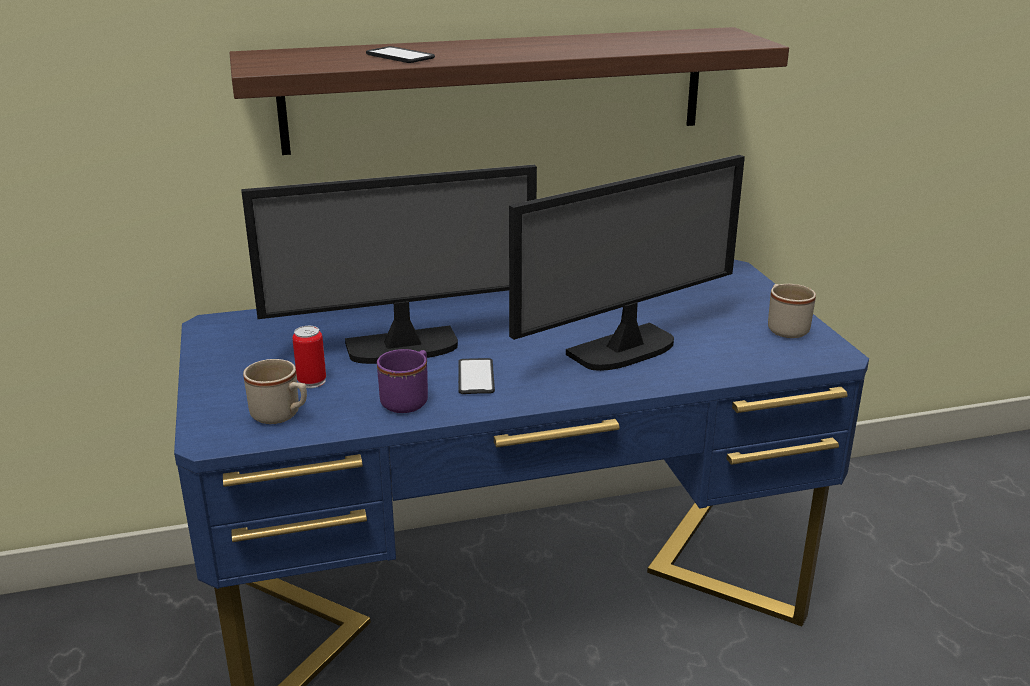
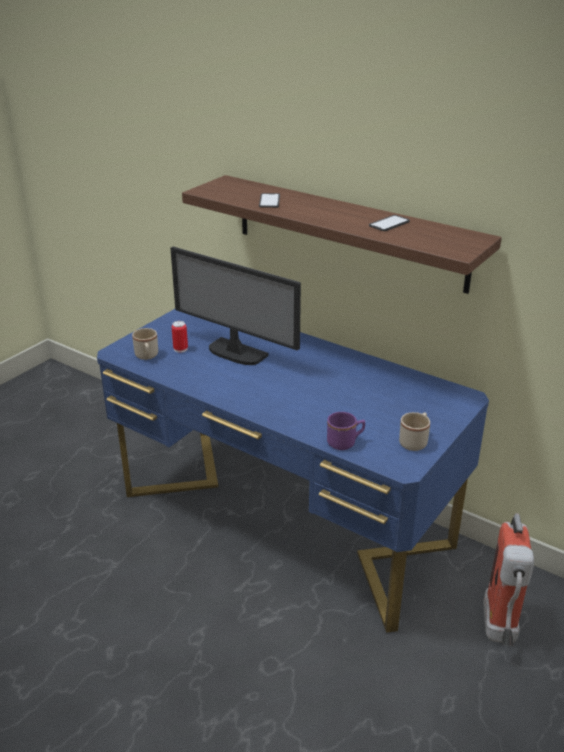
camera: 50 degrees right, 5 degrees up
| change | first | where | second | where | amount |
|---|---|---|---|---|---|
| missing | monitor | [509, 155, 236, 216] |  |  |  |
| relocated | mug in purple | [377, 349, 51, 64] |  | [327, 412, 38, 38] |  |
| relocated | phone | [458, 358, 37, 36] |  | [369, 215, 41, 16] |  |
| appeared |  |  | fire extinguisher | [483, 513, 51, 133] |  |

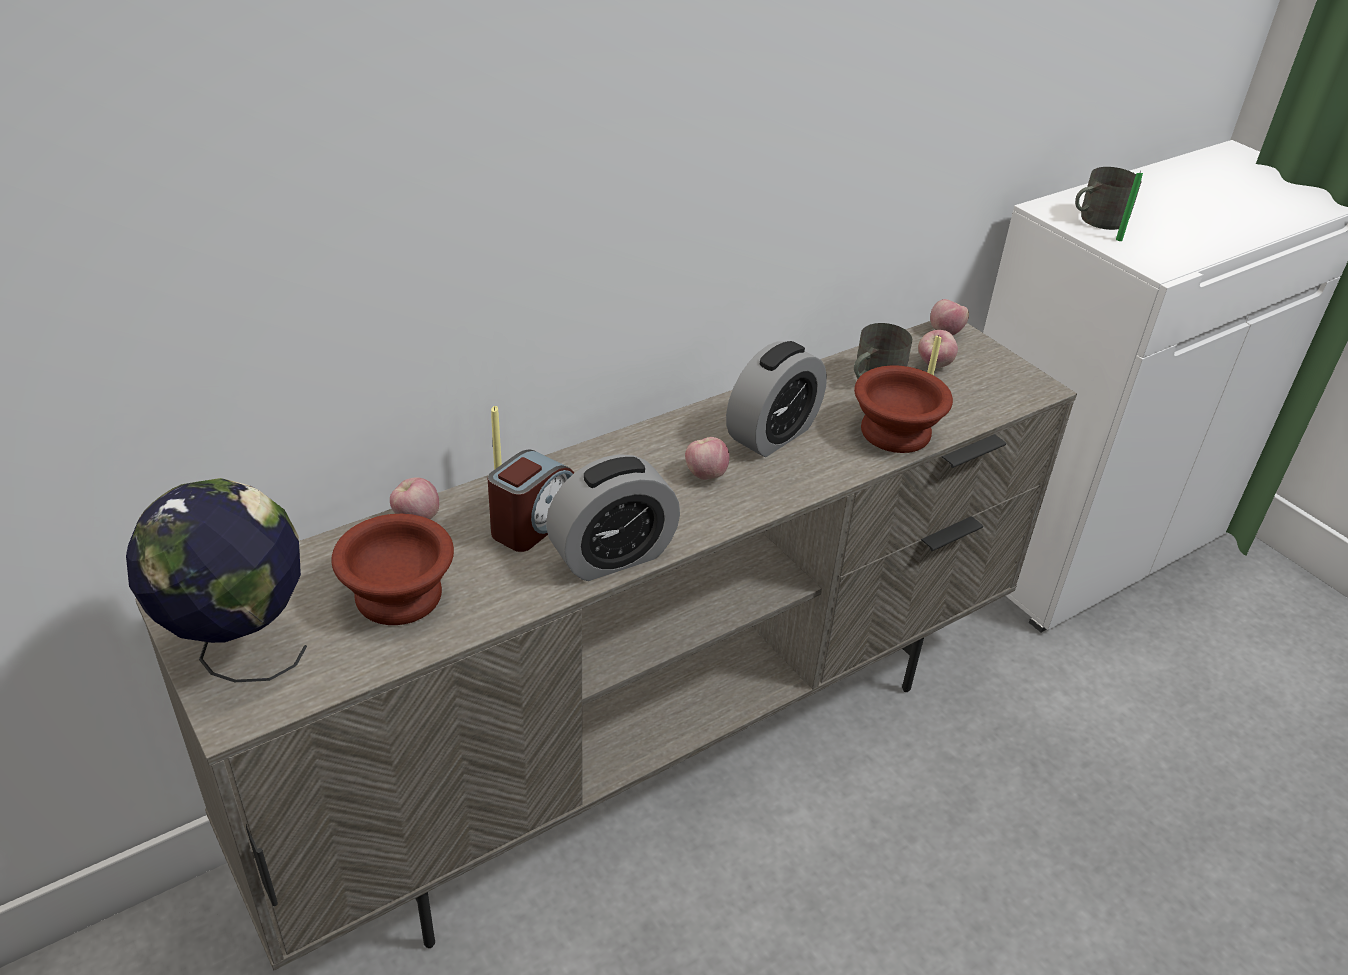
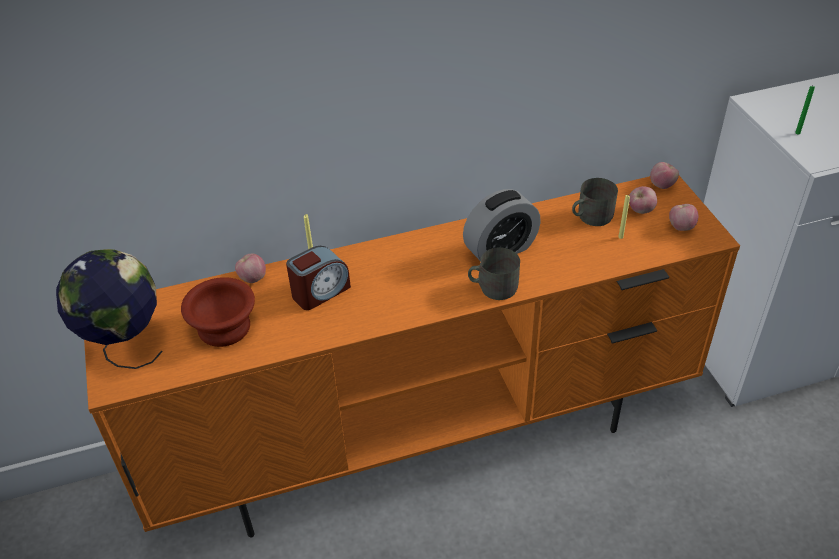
camera: 20 degrees right, 5 degrees up
| change | first | where | second | where | amount |
|---|---|---|---|---|---|
| relocated | mug in grey | [1075, 167, 67, 63] |  | [468, 247, 52, 53] |  |
| colour | tv stand in beige | [135, 321, 942, 649] | tv stand in orange | [84, 176, 656, 362] |  |
| missing | bowl in brown | [854, 365, 99, 88] |  |  |  |
| relocated | apple | [685, 437, 44, 43] |  | [669, 204, 29, 27] |  |
| missing | alarm clock | [546, 454, 134, 127] |  |  |  |

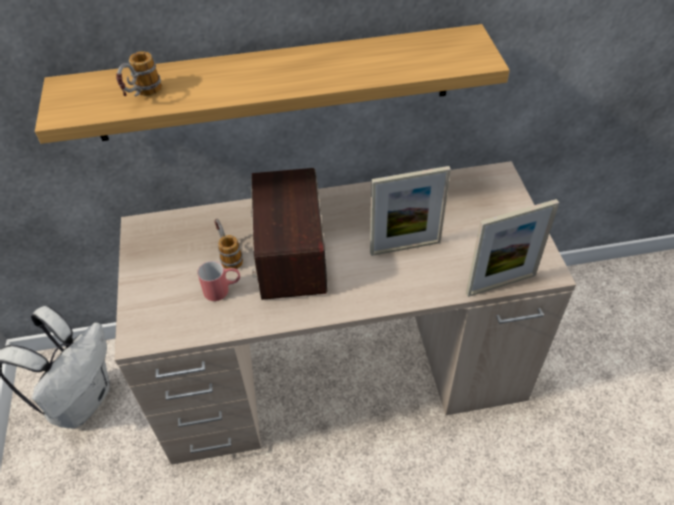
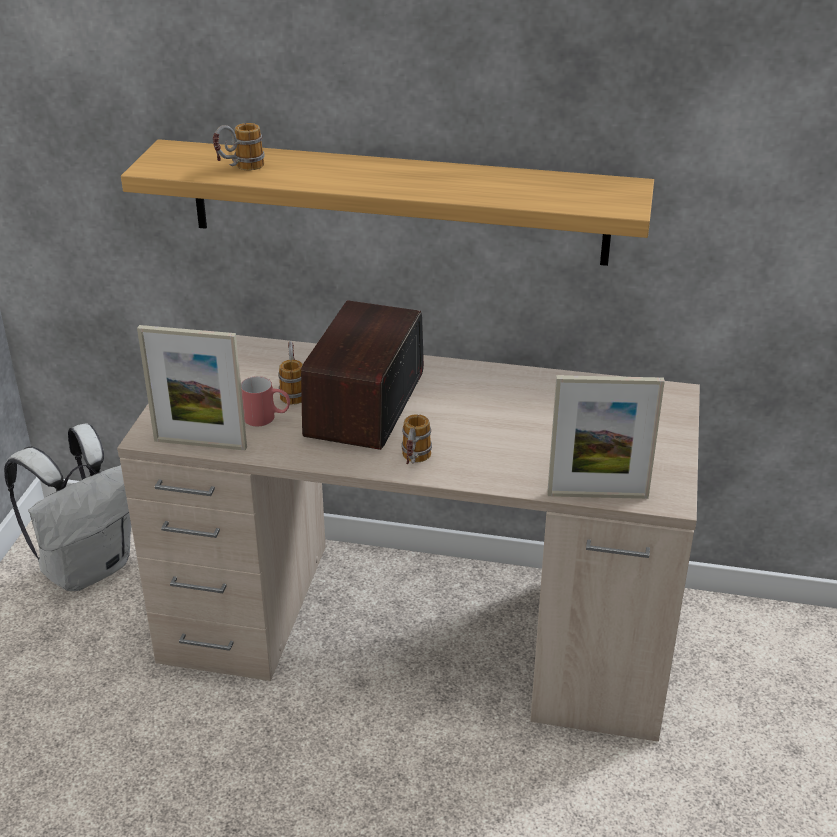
camera: 20 degrees right, 15 degrees down
| change | first | where | second | where | amount |
|---|---|---|---|---|---|
| relocated | picture frame | [370, 166, 81, 90] |  | [137, 325, 110, 125] |  |
| appeared |  |  | mug | [401, 414, 31, 50] |  |

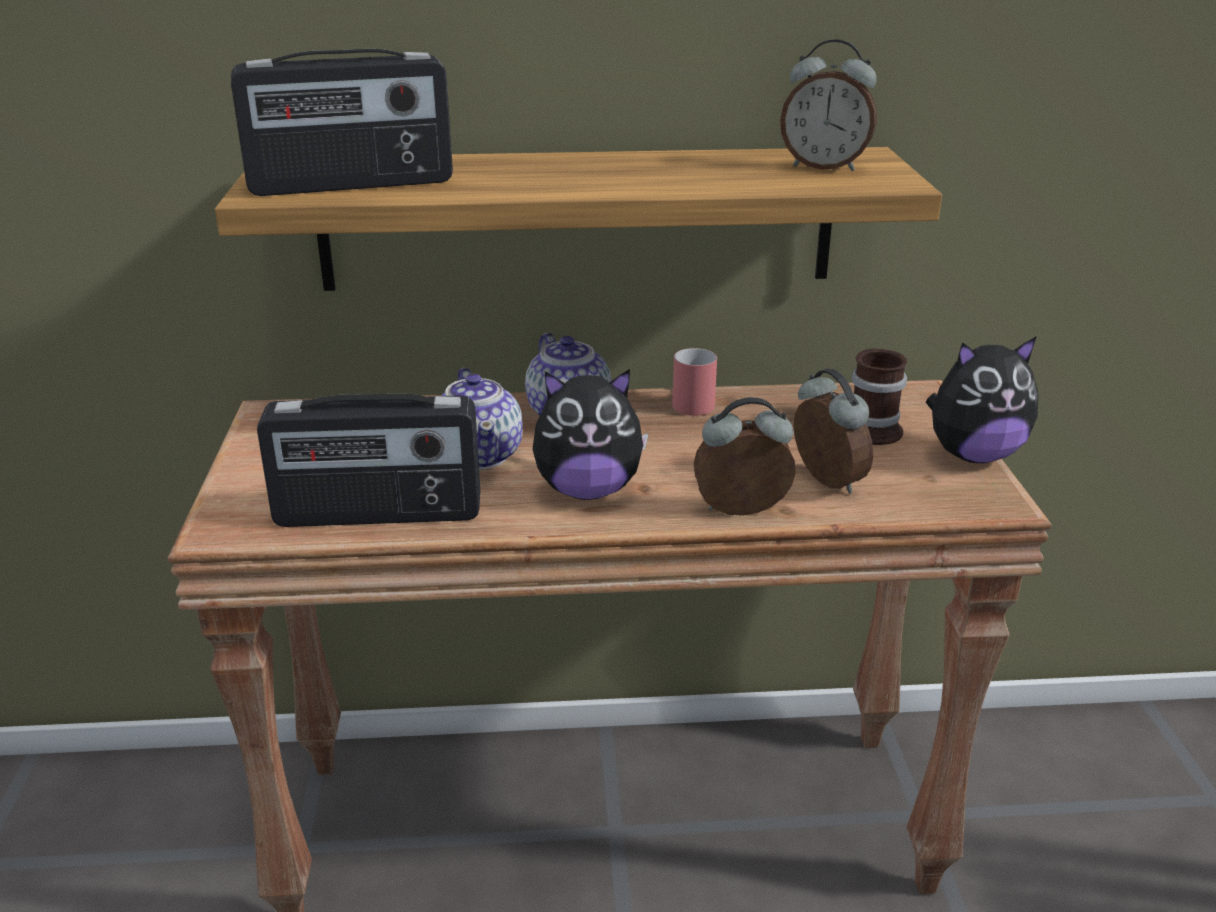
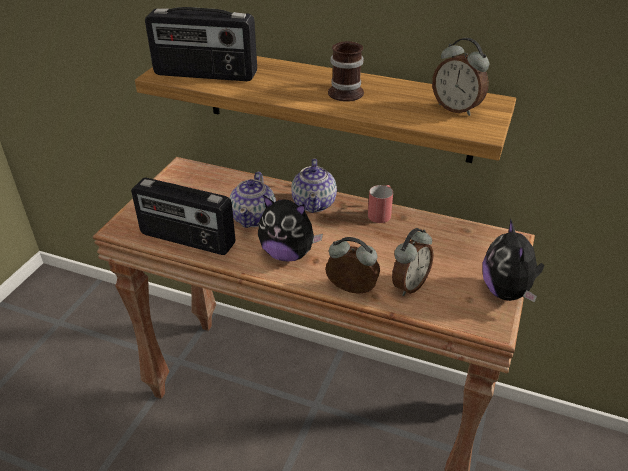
camera: 25 degrees right, 10 degrees up
| change | first | where | second | where | amount |
|---|---|---|---|---|---|
| spun | plush toy | [926, 336, 112, 127] |  | [483, 219, 61, 83] | 75 degrees clockwise |
| relocated | mug | [852, 349, 55, 96] |  | [328, 41, 36, 61] |  |
| spun | alarm clock | [793, 368, 80, 126] |  | [392, 228, 42, 68] | 45 degrees clockwise |

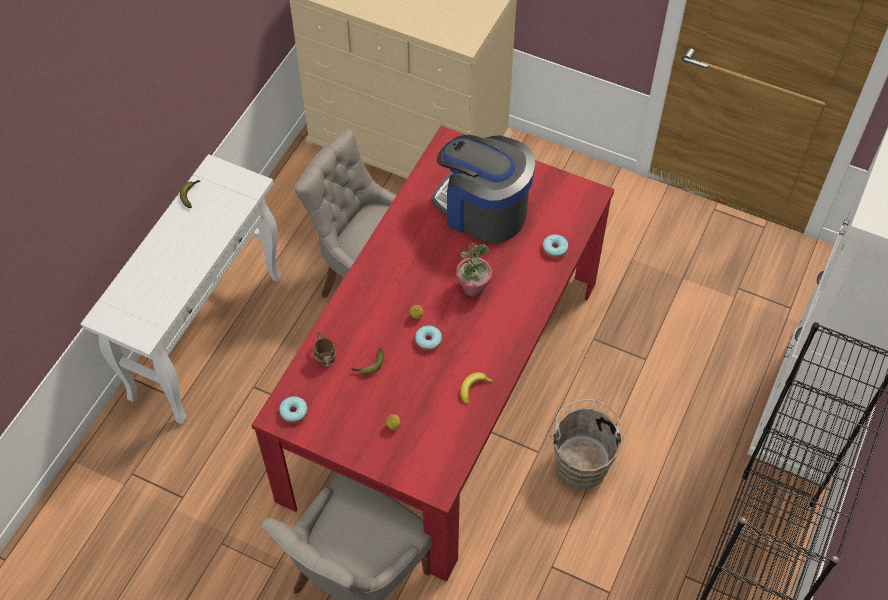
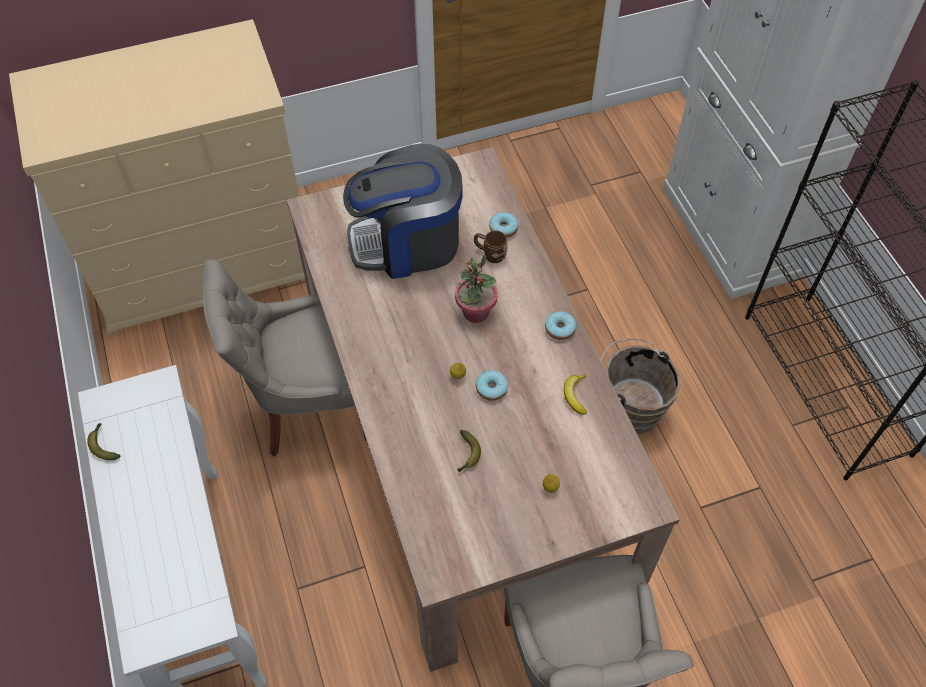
camera: 45 degrees left, 0 degrees up
| change | first | where | second | where | amount |
|---|---|---|---|---|---|
| colour | dining table in red | [251, 126, 363, 456] | dining table in beige | [287, 147, 393, 525] |  |
| relocated | mug in brown | [314, 332, 22, 35] |  | [474, 231, 34, 32] |  |
| relocated | donut | [279, 396, 29, 27] |  | [545, 311, 32, 29] |  |

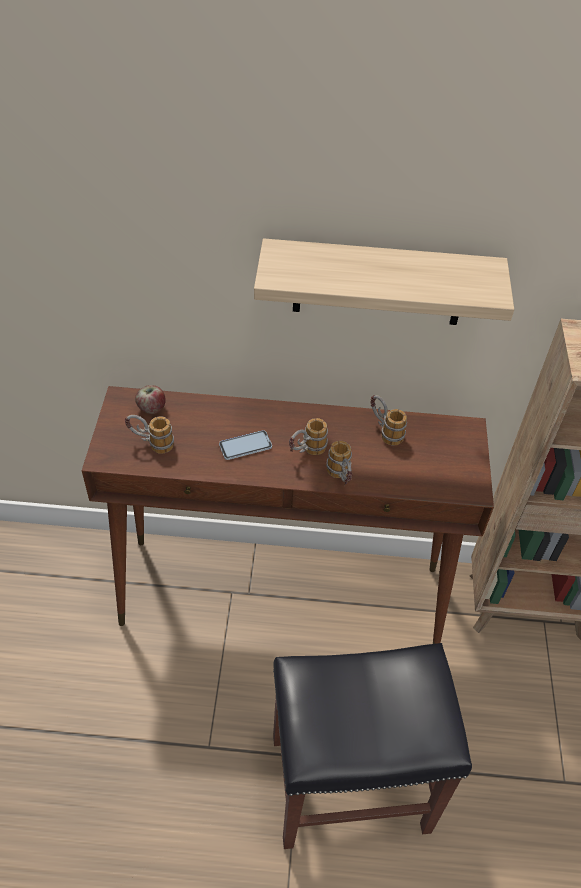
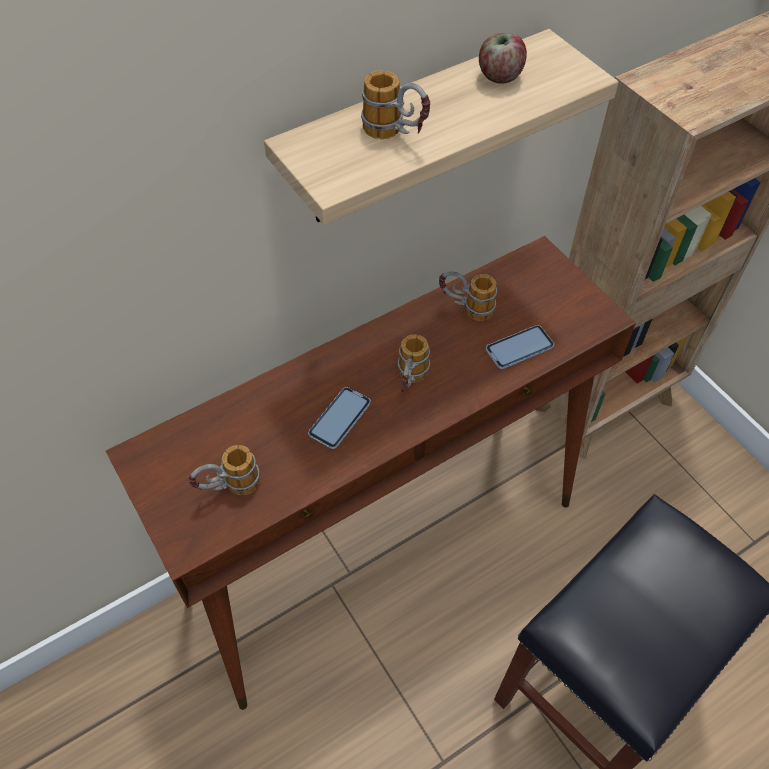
camera: 35 degrees left, 5 degrees up
| change | first | where | second | where | amount |
|---|---|---|---|---|---|
| relocated | apple | [135, 385, 31, 29] |  | [479, 33, 48, 51] |  |
| relocated | mug | [326, 441, 27, 45] |  | [361, 70, 69, 69] |  |
| appeared |  |  | phone | [486, 325, 68, 44] |  |

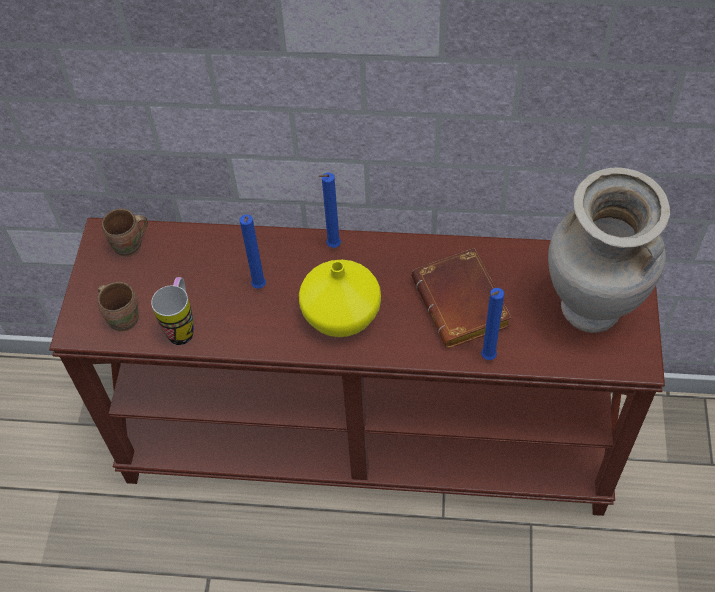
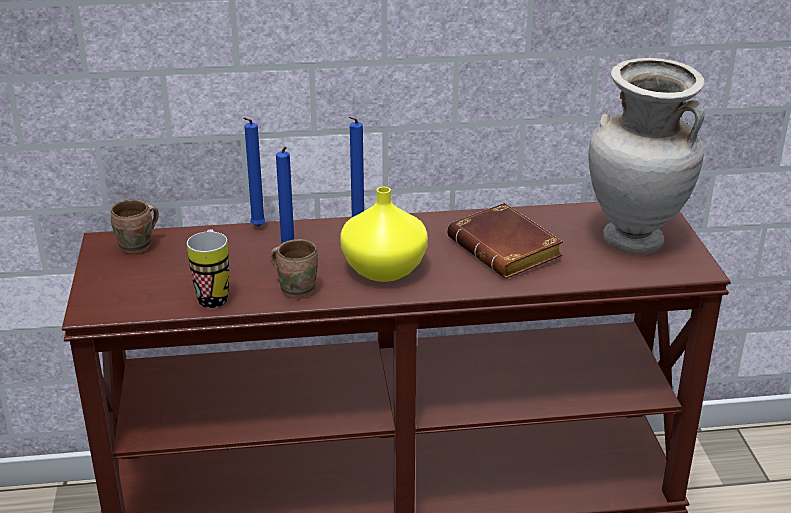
camera: 15 degrees left, 25 degrees down
| change | first | where | second | where | amount |
|---|---|---|---|---|---|
| relocated | mug in brown | [98, 282, 41, 50] |  | [270, 239, 48, 59] |  |
| relocated | candle in blue | [481, 288, 23, 72] |  | [243, 118, 23, 109] |  |

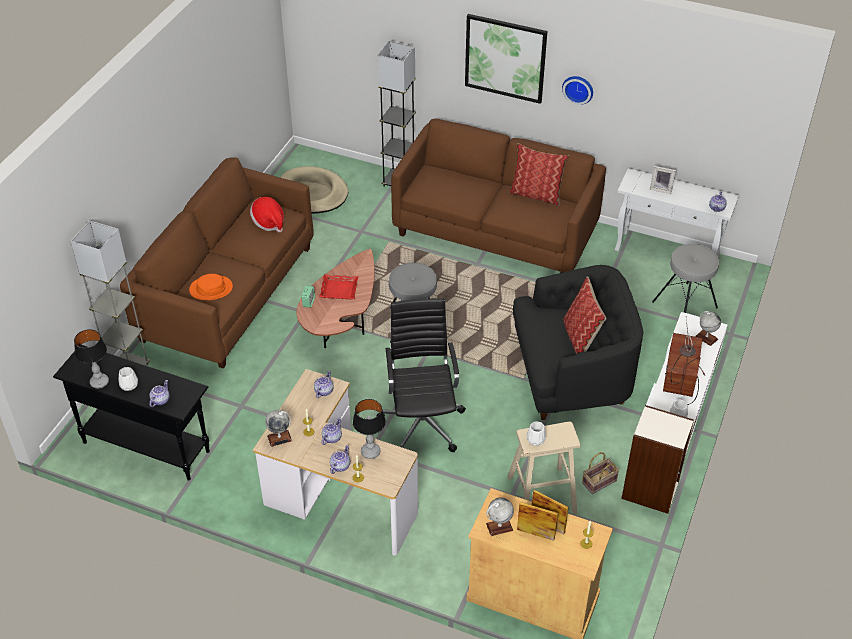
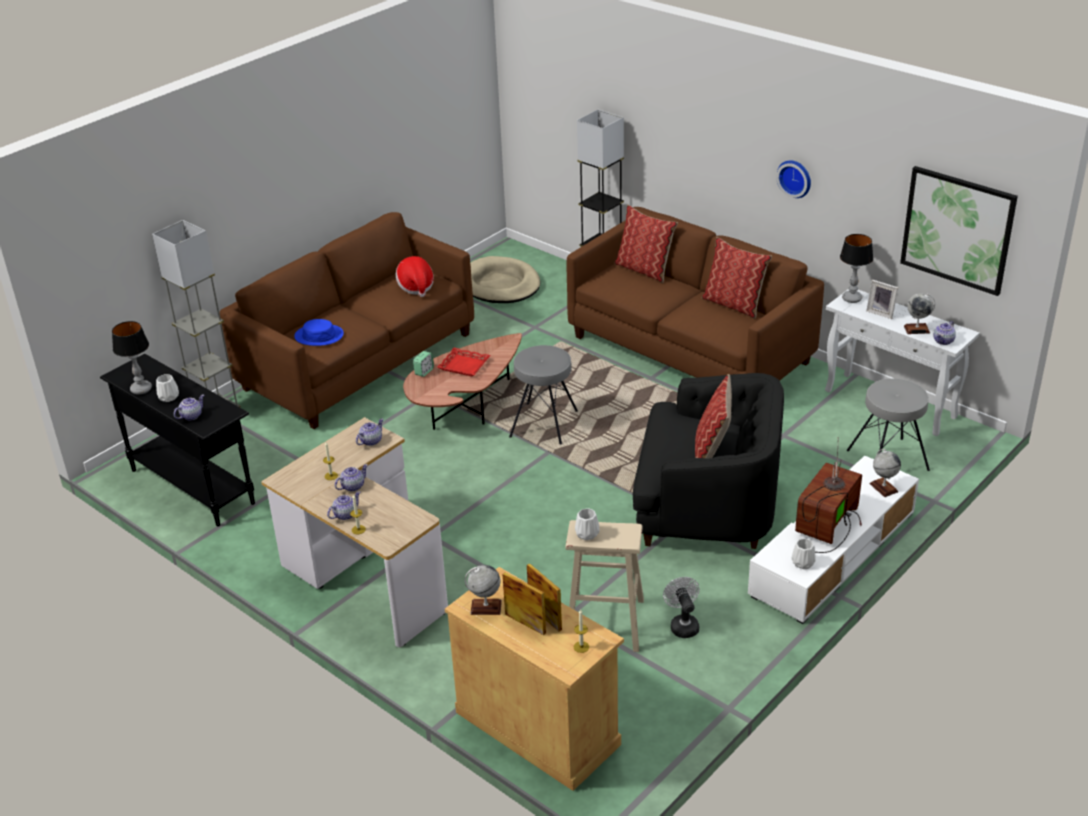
camera: 20 degrees right, 10 degrees down
| change | first | where | second | where | amount |
|---|---|---|---|---|---|
| relocated | picture | [465, 14, 82, 90] |  | [900, 166, 118, 130] |  |
| colour | hat in orange | [189, 274, 44, 26] | hat in blue | [294, 319, 50, 27] |  |
| missing | office chair in black | [377, 298, 89, 154] |  |  |  |
| relocated | table lamp | [353, 399, 33, 60] |  | [840, 234, 33, 69] |  |
| missing | bookcase | [621, 405, 73, 109] |  |  |  |
| relocated | globe | [265, 410, 27, 37] |  | [904, 293, 31, 41] |  |
| exchanged | basket | [582, 452, 37, 42] | fan in white | [663, 577, 37, 61] |  |
| appeared |  |  | pillow | [614, 205, 64, 78] |  |

